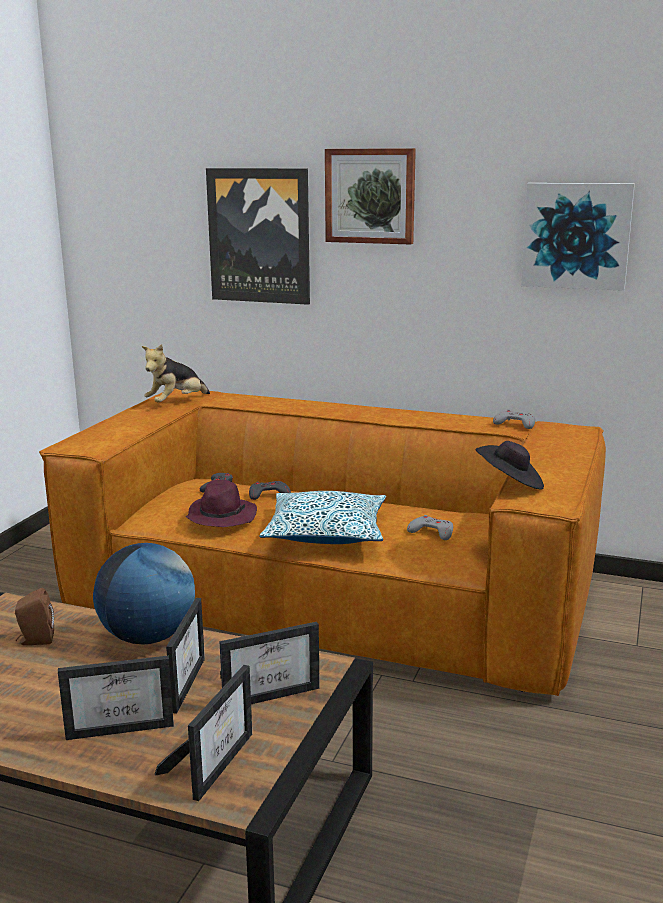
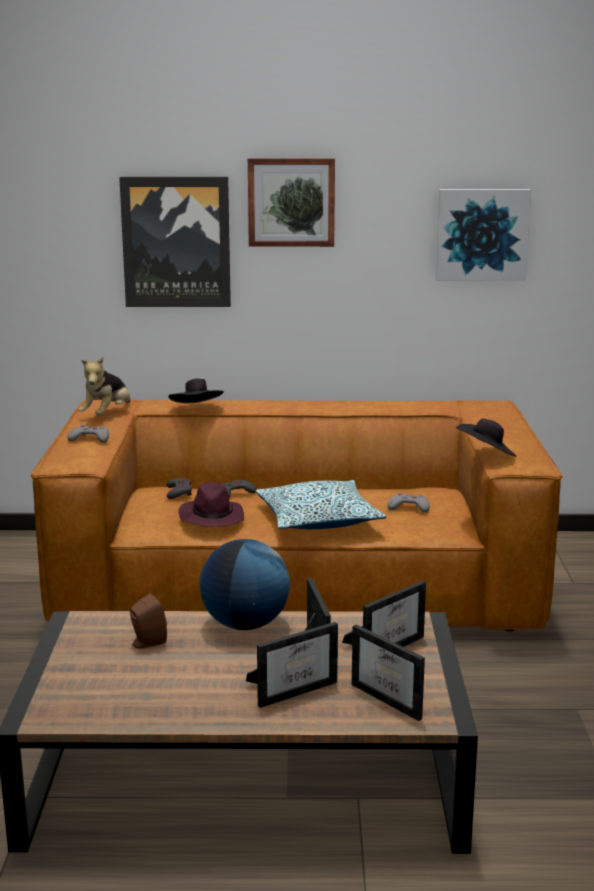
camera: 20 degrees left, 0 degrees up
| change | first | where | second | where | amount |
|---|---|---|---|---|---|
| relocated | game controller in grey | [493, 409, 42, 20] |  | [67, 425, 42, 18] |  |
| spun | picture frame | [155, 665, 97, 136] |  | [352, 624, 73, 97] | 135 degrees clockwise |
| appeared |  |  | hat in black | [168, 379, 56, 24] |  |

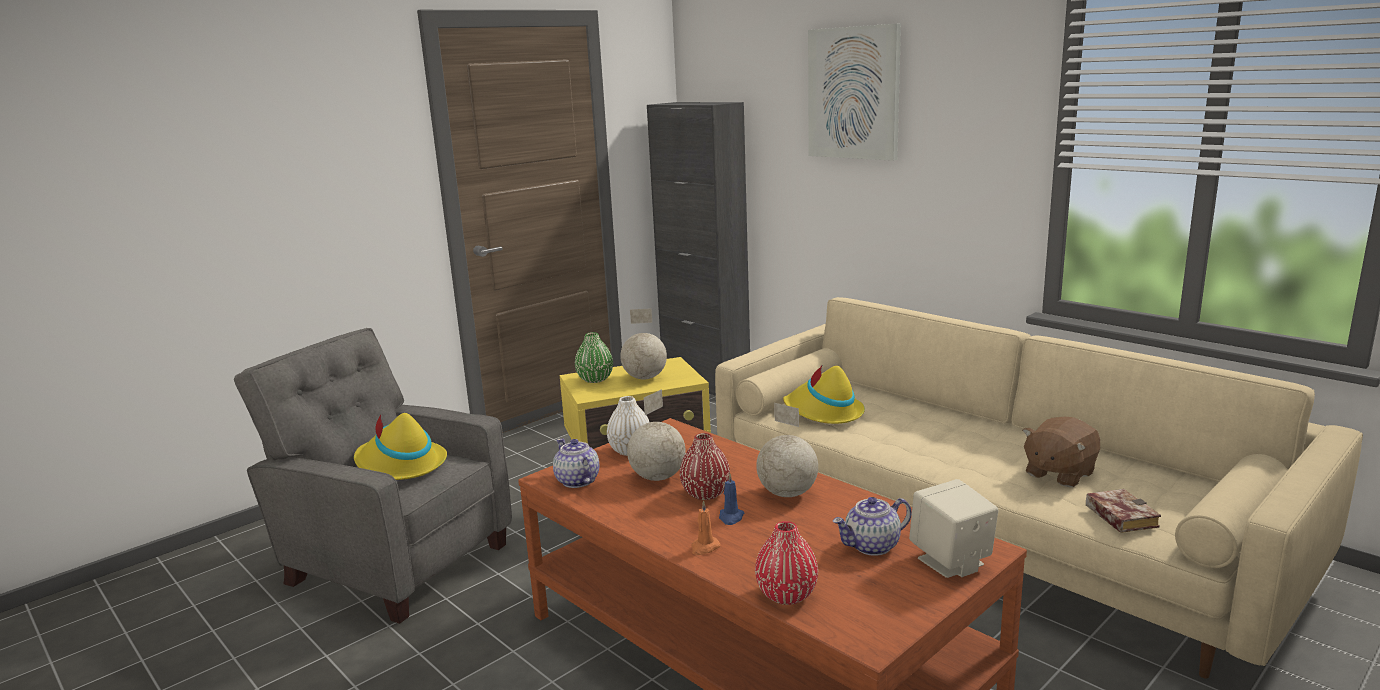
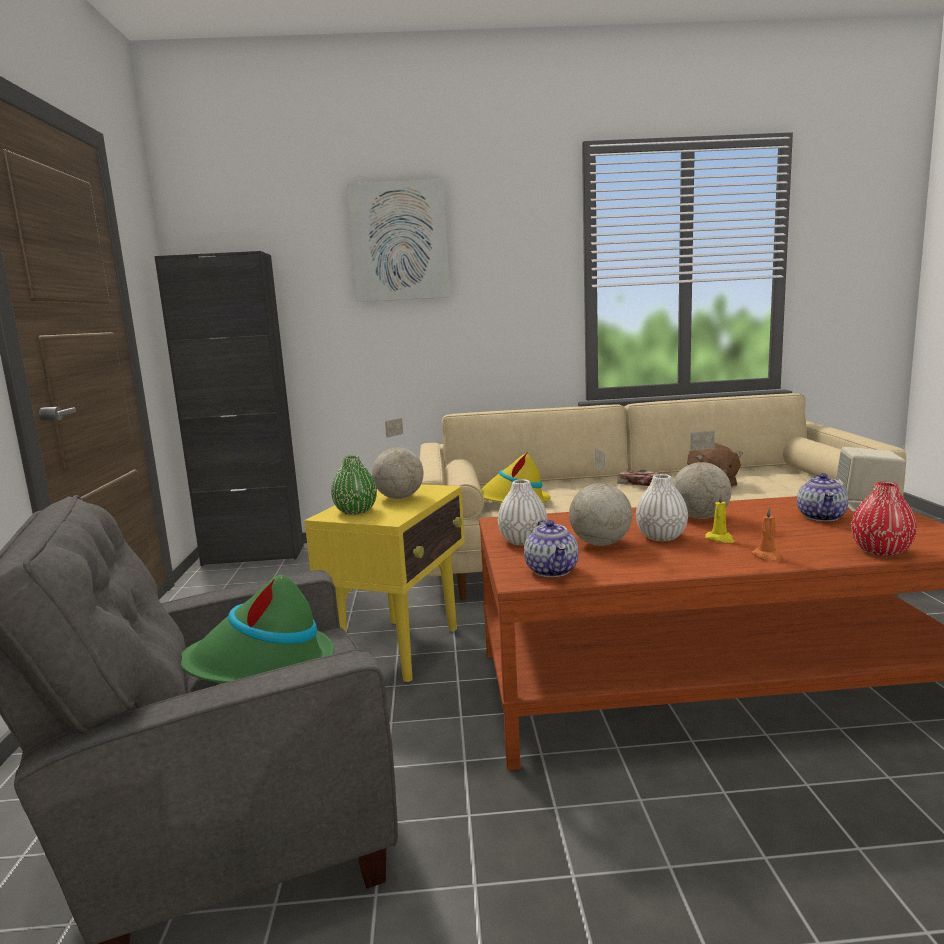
camera: 50 degrees left, 5 degrees down
| change | first | where | second | where | amount |
|---|---|---|---|---|---|
| colour | hat in yellow | [354, 413, 93, 67] | hat in green | [181, 575, 153, 108] |  |
| colour | vase in red | [680, 433, 50, 67] | vase in white | [636, 474, 52, 67] |  |
| spun | teapot | [553, 438, 46, 50] |  | [524, 520, 55, 57] | 105 degrees counterclockwise |
| colour | candle in blue | [719, 473, 25, 52] | candle in yellow | [705, 493, 30, 50] |  |
| relocated | book | [1086, 489, 75, 44] |  | [617, 469, 44, 17] |  |

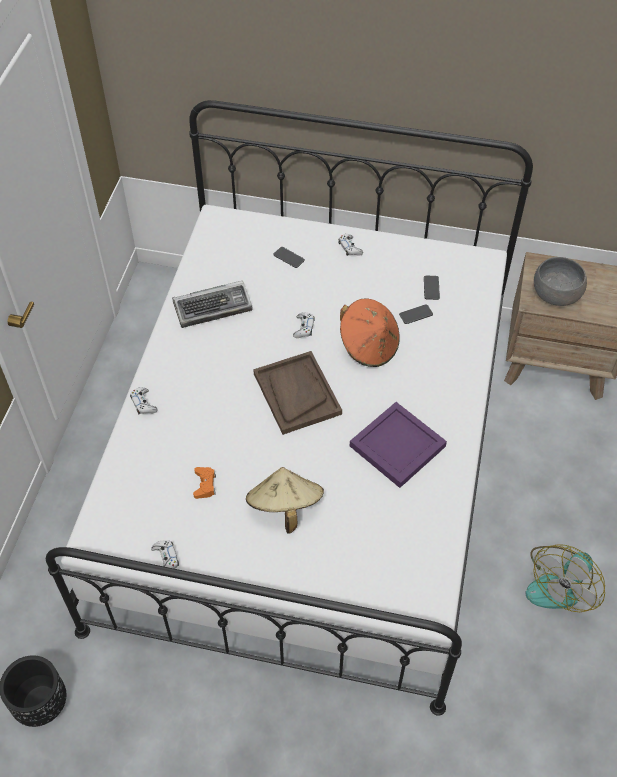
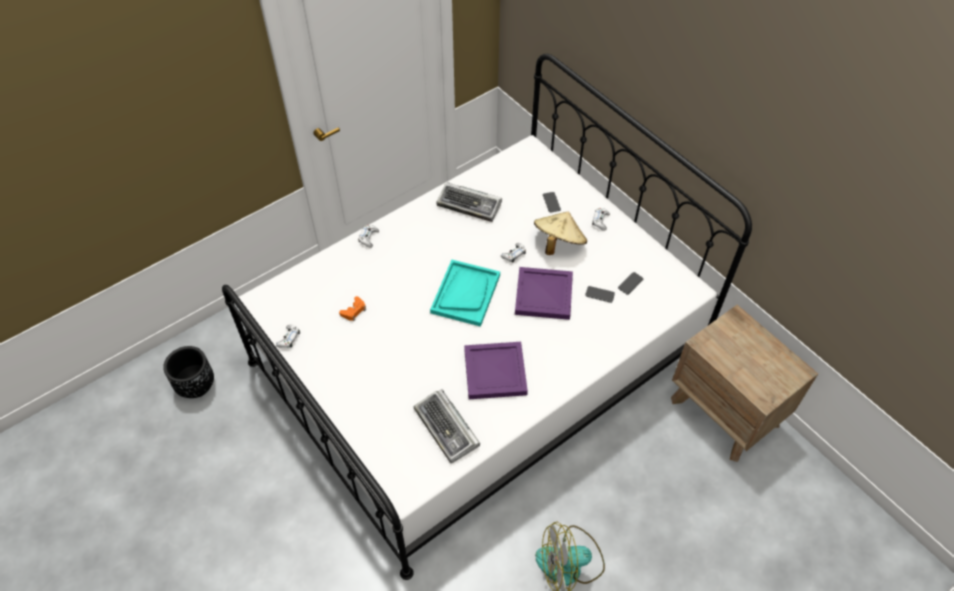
camera: 40 degrees right, 0 degrees up
| change | first | where | second | where | amount |
|---|---|---|---|---|---|
| missing | bowl in grey | [534, 257, 53, 49] |  |  |  |
| exchanged | hat in orange | [340, 298, 60, 69] | tray in purple | [515, 267, 58, 53] |  |
| colour | tray in brown | [253, 351, 89, 84] | tray in turquoise | [430, 260, 70, 67] |  |
| relocated | hat in beige | [246, 467, 78, 67] |  | [534, 212, 53, 43] |  |
| appeared |  |  | keyboard | [414, 389, 66, 74] |  |

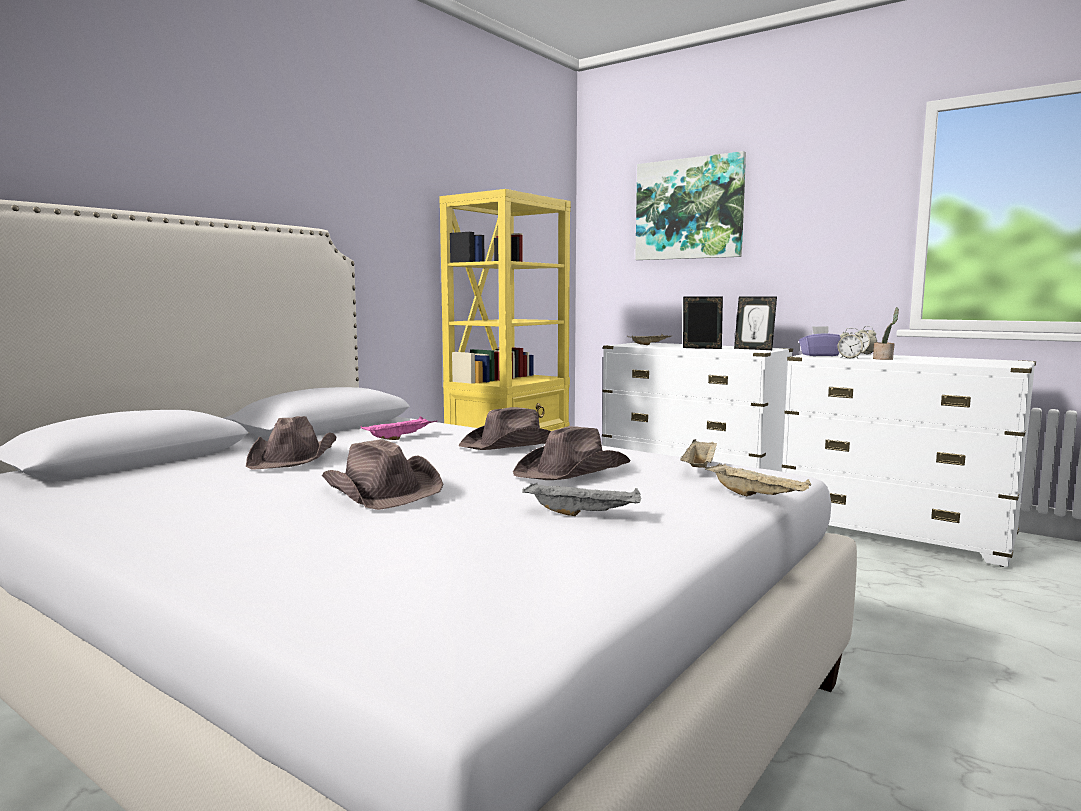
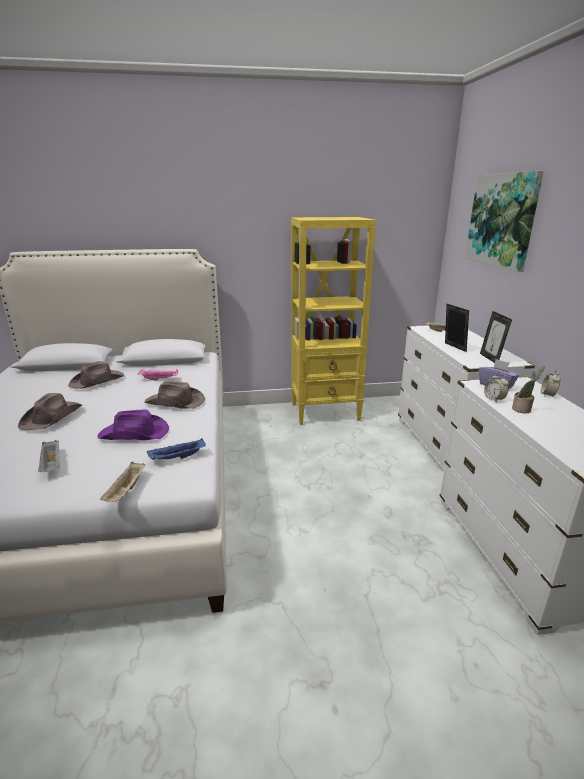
camera: 45 degrees right, 15 degrees up
| change | first | where | second | where | amount |
|---|---|---|---|---|---|
| colour | hat in brown | [513, 426, 117, 54] | hat in purple | [98, 410, 71, 30] |  |
| colour | tray in beige | [680, 439, 37, 29] | tray in blue | [147, 438, 59, 22] |  |

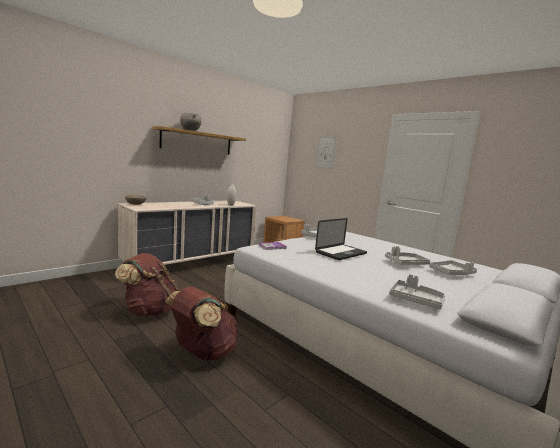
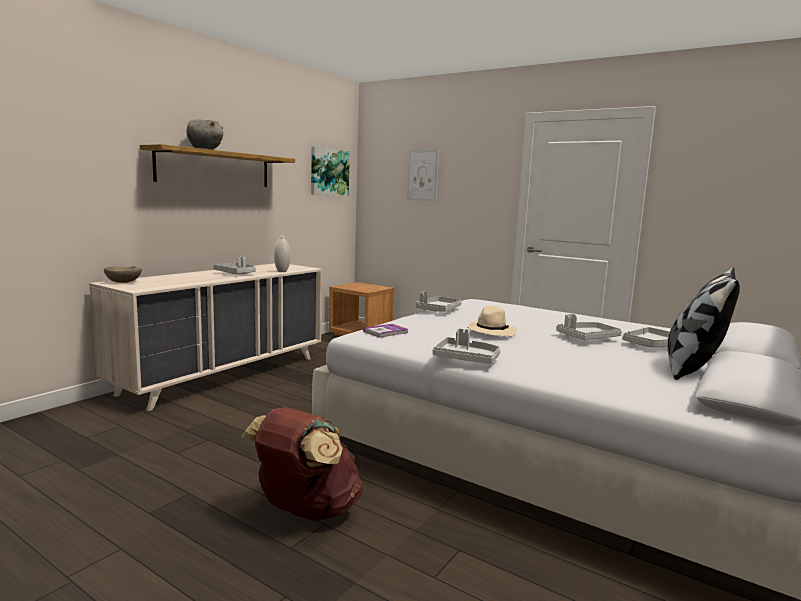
camera: 10 degrees left, 0 degrees up
| change | first | where | second | where | amount |
|---|---|---|---|---|---|
| exchanged | laptop | [315, 218, 52, 42] | hat in beige | [467, 306, 50, 31] |  |
| missing | backpack in brown | [115, 253, 65, 63] |  |  |  |
| relocated | tray in grey | [389, 274, 56, 35] |  | [432, 328, 69, 36] |  |
| appeared |  |  | picture | [311, 146, 39, 50] |  |
| appeared |  |  | pillow | [667, 267, 73, 113] |  |

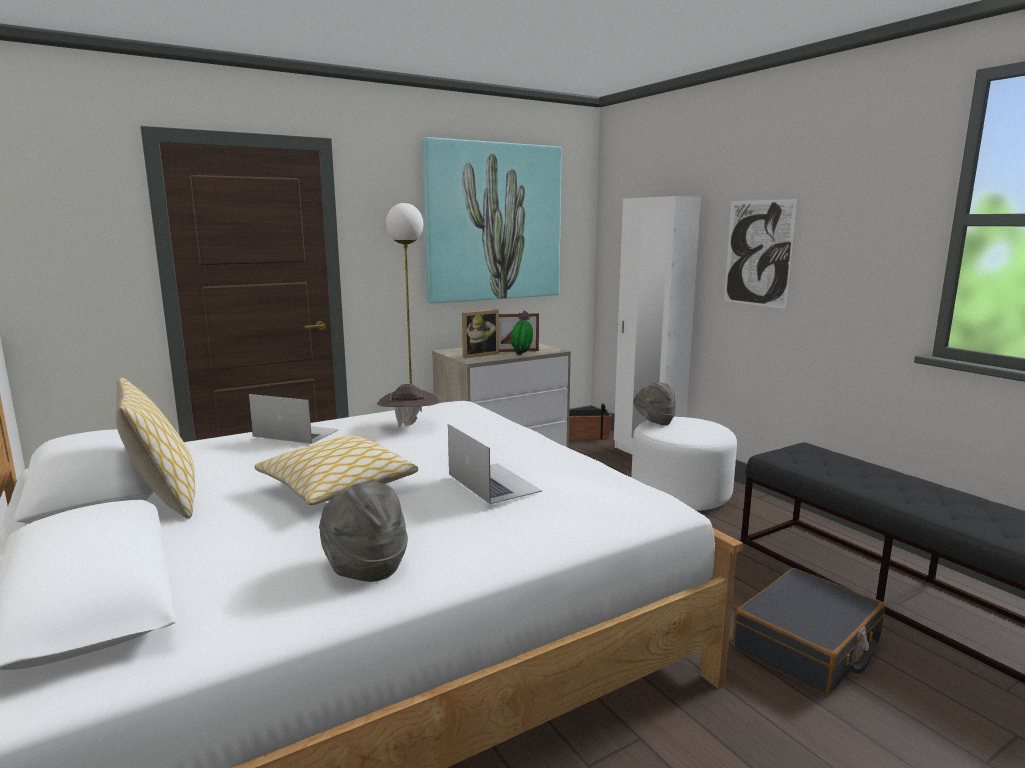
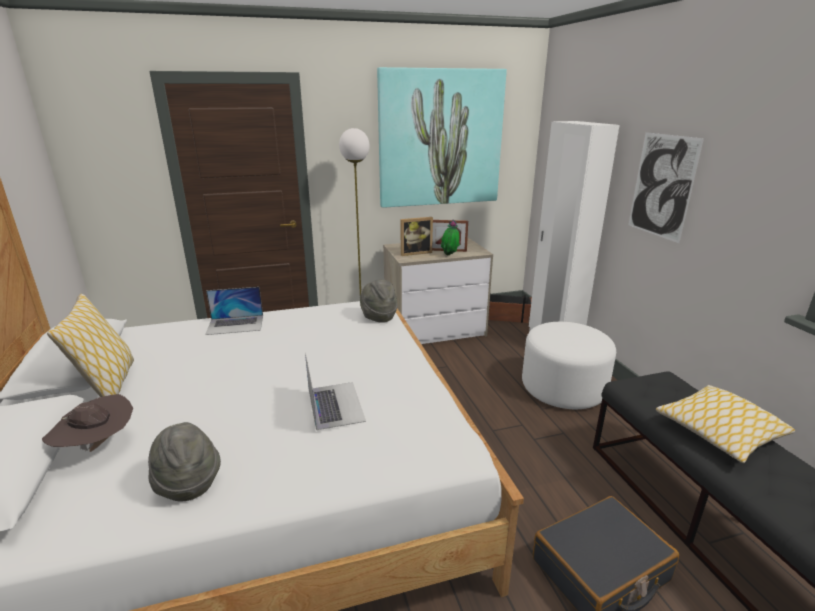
camera: 15 degrees right, 10 degrees up
| change | first | where | second | where | amount |
|---|---|---|---|---|---|
| relocated | hat in grey | [634, 382, 42, 43] |  | [360, 279, 37, 44] |  |
| relocated | hat in brown | [377, 384, 62, 43] |  | [42, 394, 91, 58] |  |
| spun | laptop | [249, 394, 90, 50] |  | [205, 287, 58, 48] | 135 degrees clockwise |
| relocated | pillow | [255, 436, 163, 69] |  | [656, 385, 139, 78] |  |

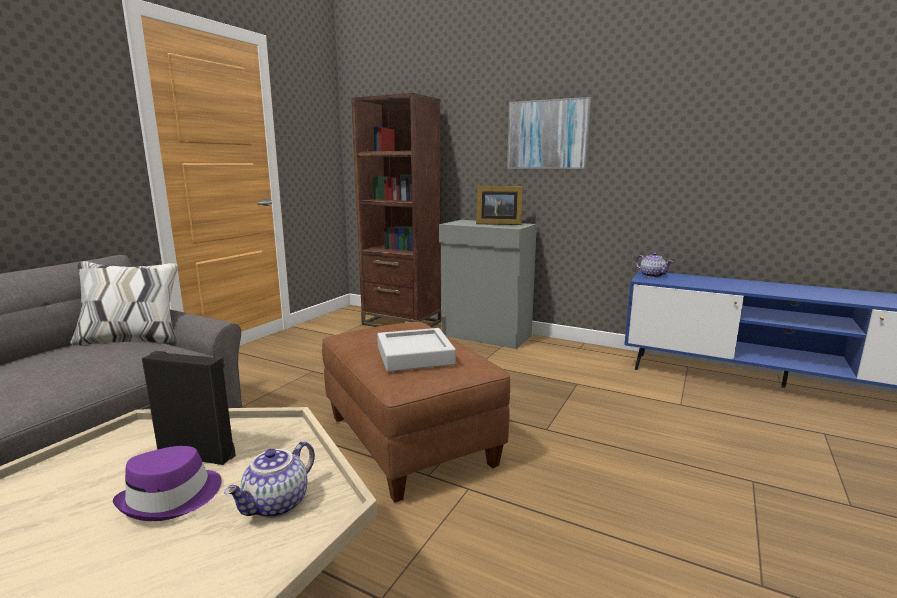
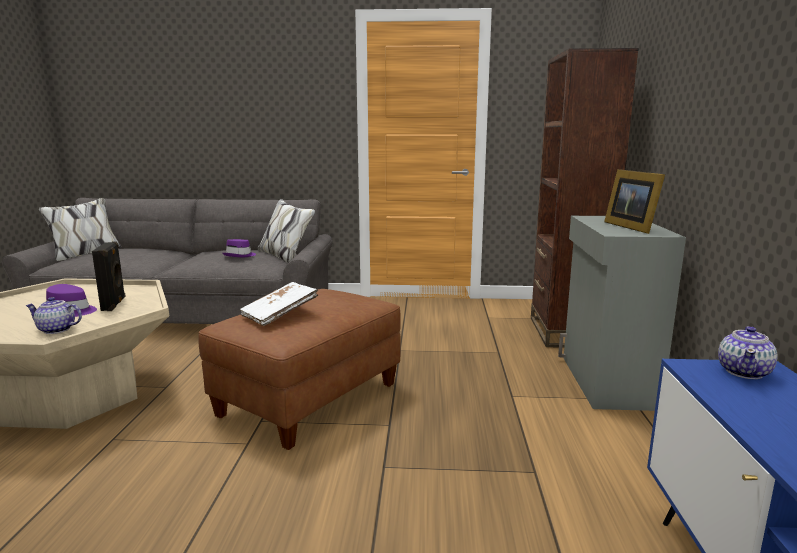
camera: 65 degrees right, 0 degrees up
| change | first | where | second | where | amount |
|---|---|---|---|---|---|
| missing | picture | [507, 97, 84, 72] |  |  |  |
| exchanged | tray in grey | [377, 328, 79, 44] | book in white | [240, 282, 78, 44] |  |
| appeared |  |  | hat in purple | [222, 239, 34, 18] |  |

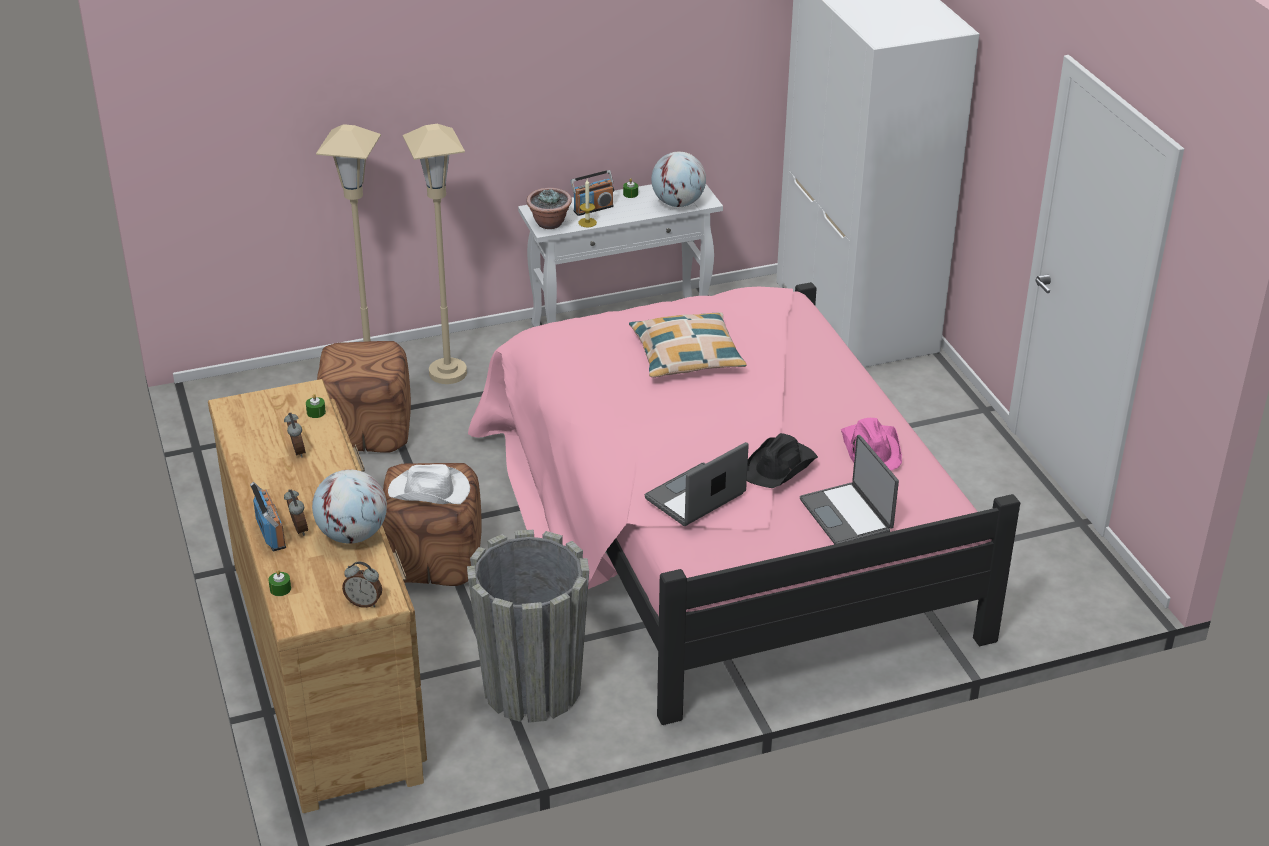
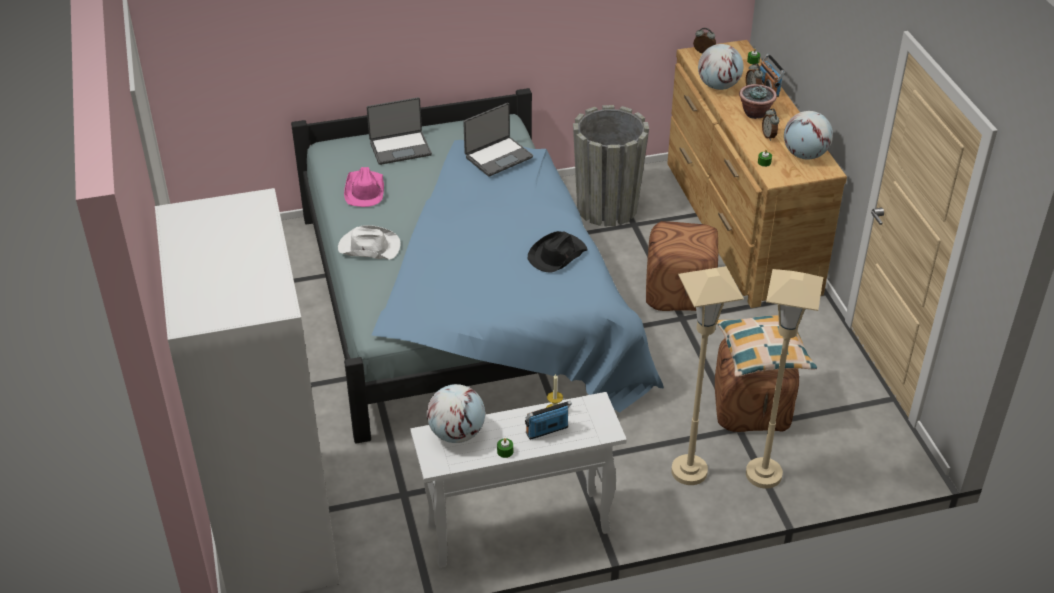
camera: 175 degrees left, 5 degrees up
| change | first | where | second | where | amount |
|---|---|---|---|---|---|
| relocated | potted plant | [526, 188, 46, 41] |  | [739, 84, 38, 35] |  |
| colour | bed in pink | [468, 282, 552, 443] | bed in blue | [291, 88, 373, 356] |  |
| relocated | pillow | [629, 312, 118, 65] |  | [717, 315, 100, 62] |  |
| relocated | hat in black | [747, 433, 71, 55] |  | [528, 231, 60, 42] |  |
| spun | laptop | [800, 435, 99, 109] |  | [367, 97, 65, 68] | 90 degrees clockwise |
| relocated | hat in white | [388, 464, 82, 40] |  | [338, 225, 63, 35] |  |
| appeared |  |  | globe | [784, 111, 49, 49] |  |

